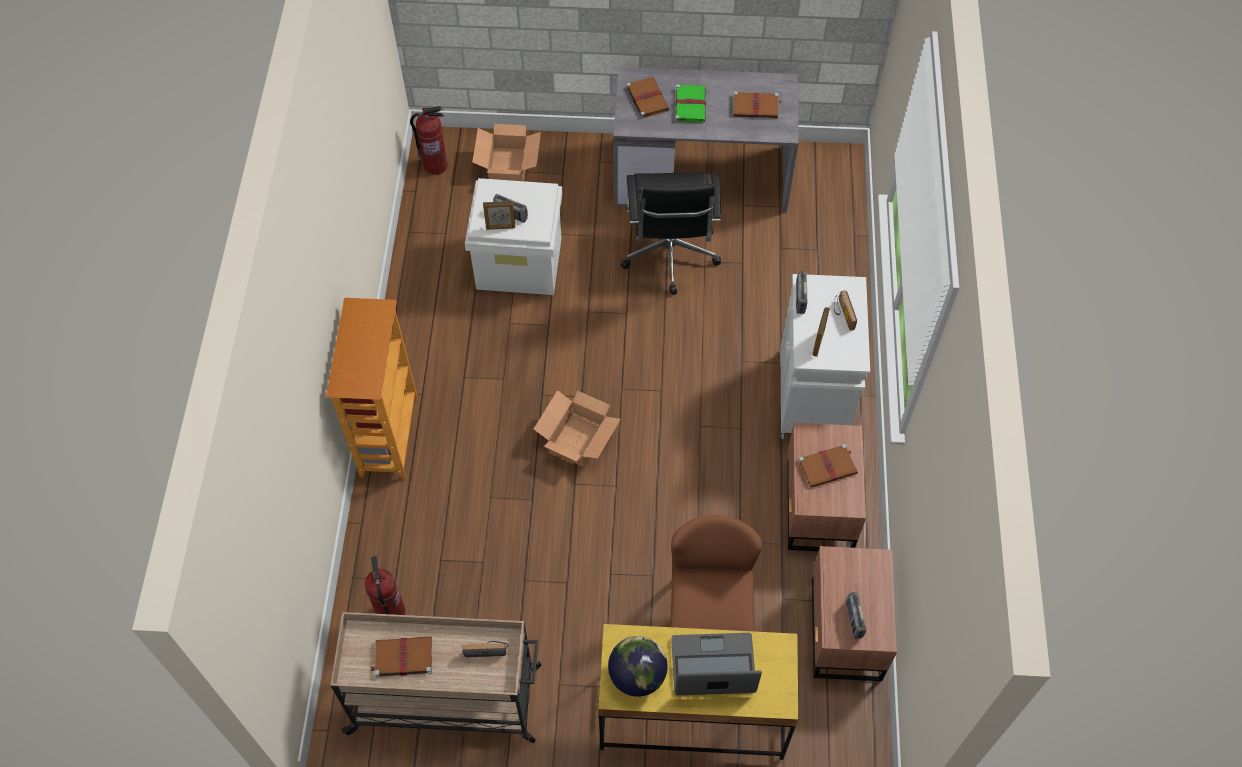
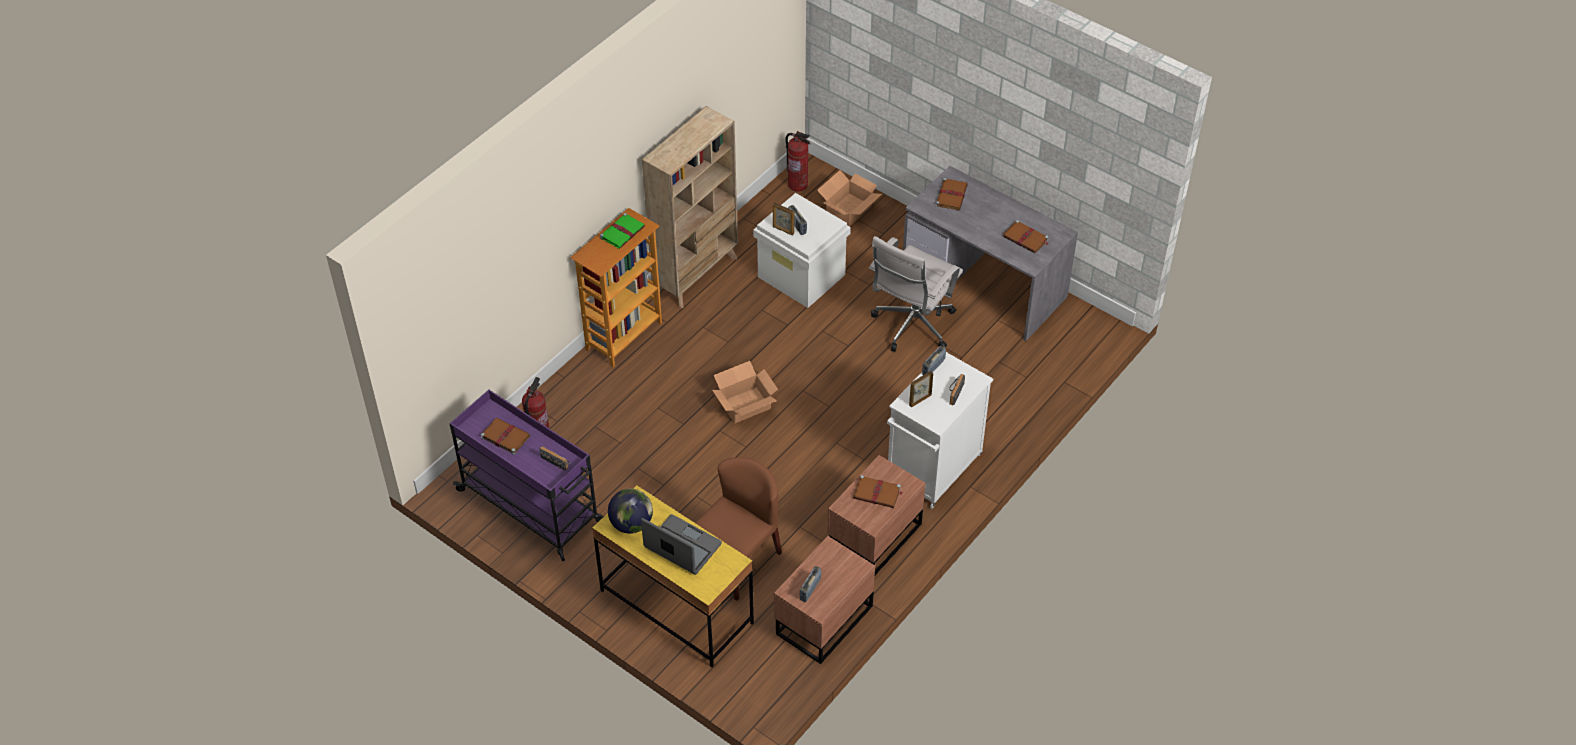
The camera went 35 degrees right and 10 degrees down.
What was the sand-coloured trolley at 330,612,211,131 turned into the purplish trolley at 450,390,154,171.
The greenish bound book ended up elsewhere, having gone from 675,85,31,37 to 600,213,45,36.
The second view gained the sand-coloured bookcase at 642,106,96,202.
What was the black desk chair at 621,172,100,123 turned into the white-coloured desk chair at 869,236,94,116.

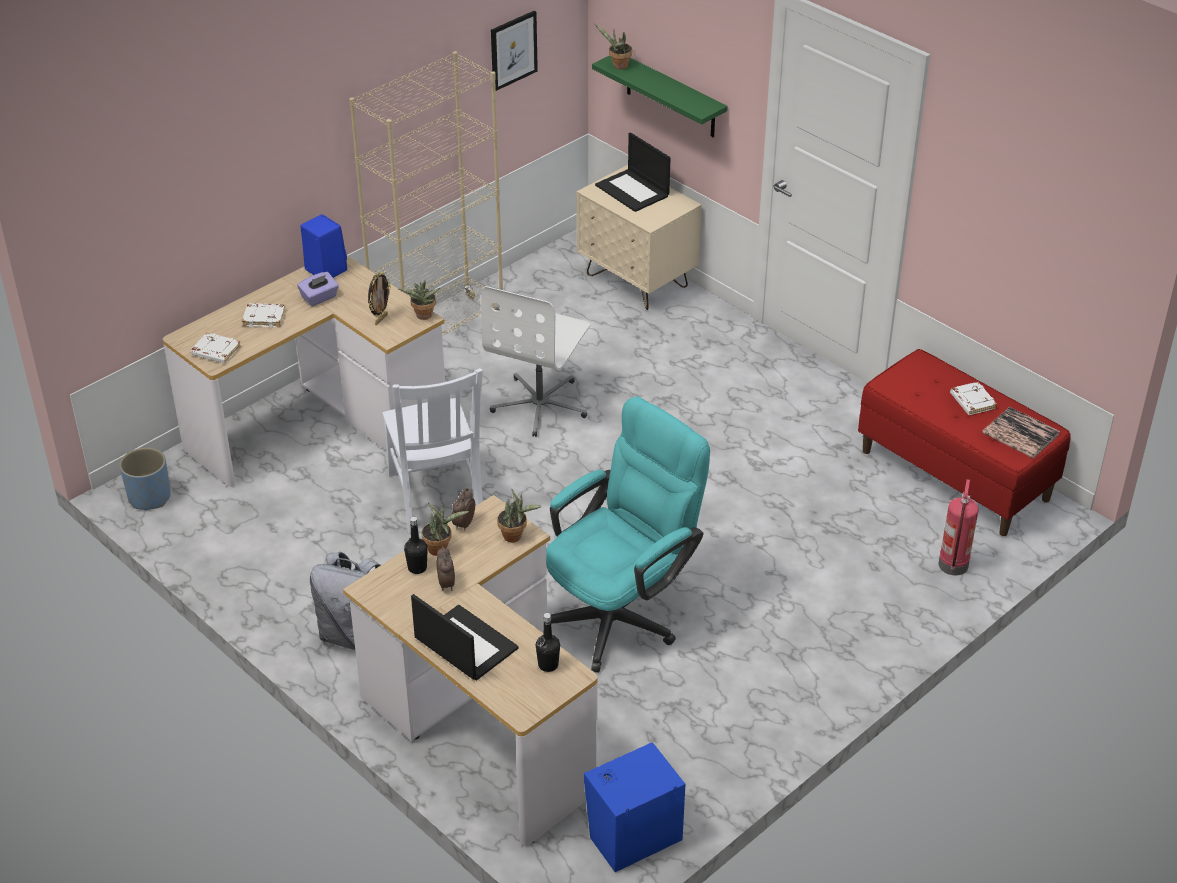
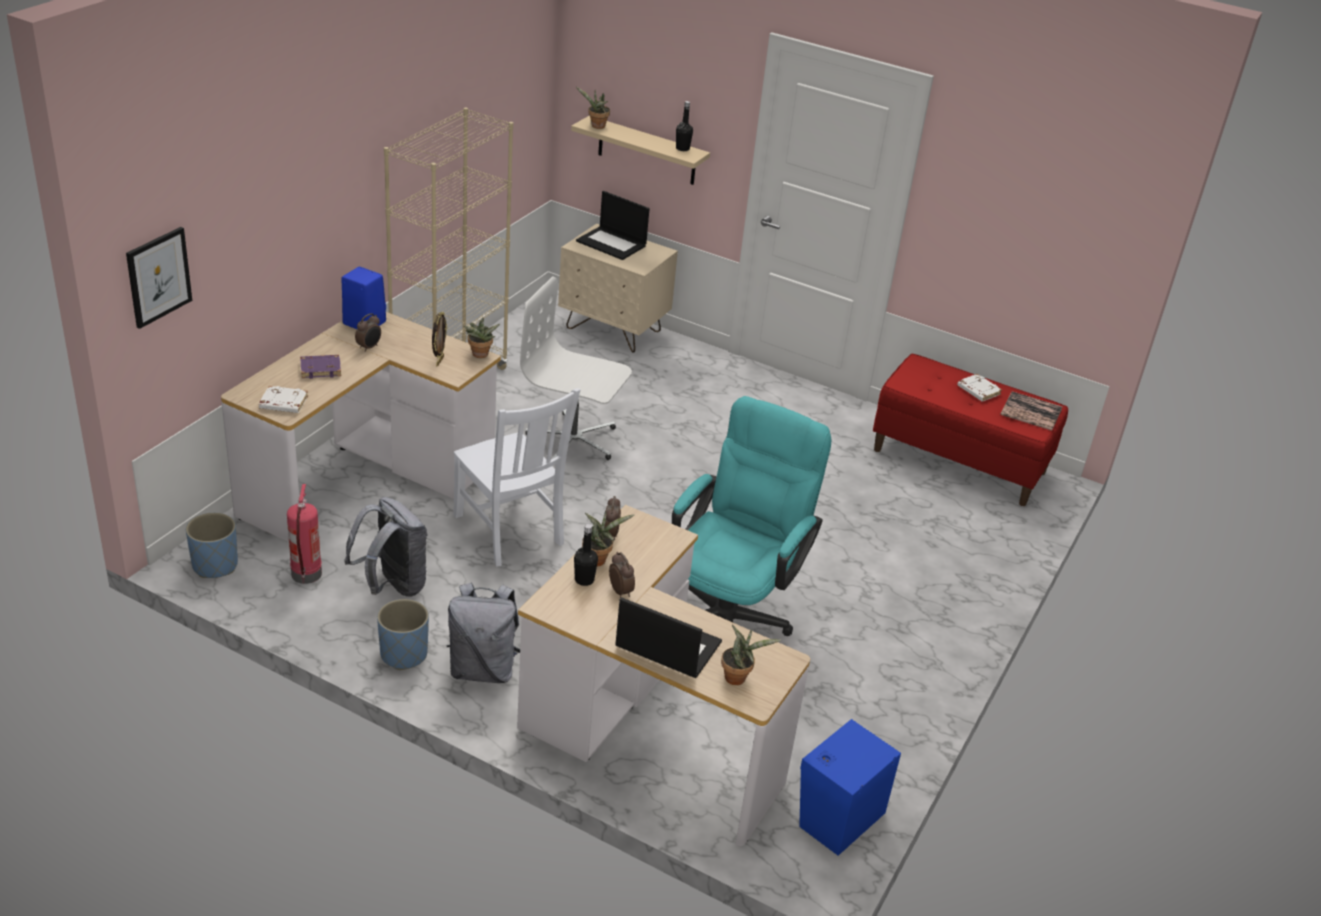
The camera went 20 degrees left and 5 degrees down.
The wall art ended up elsewhere, having gone from 491,11,47,80 to 126,227,66,102.
The fire extinguisher ended up elsewhere, having gone from 939,479,40,96 to 287,484,35,100.
What was the white-coloured bound book at 242,303,43,25 turned into the purplish bound book at 300,355,41,24.
The second view gained the grey backpack at 344,497,83,100.
Where the purplish tissue holder stood at 297,272,42,34, the alarm clock came to stand at 355,313,26,39.
The second view gained the blue flower pot at 377,599,52,71.
The white-coloured desk chair at 481,286,110,151 ended up facing another way, 105 degrees clockwise from before.
What was the greenish wall shelf at 592,55,136,82 turned into the sand-coloured wall shelf at 571,116,139,69.
The black bottle ended up elsewhere, having gone from 536,613,24,59 to 676,101,17,50.
The potted plant ended up elsewhere, having gone from 497,489,45,53 to 721,625,60,60.

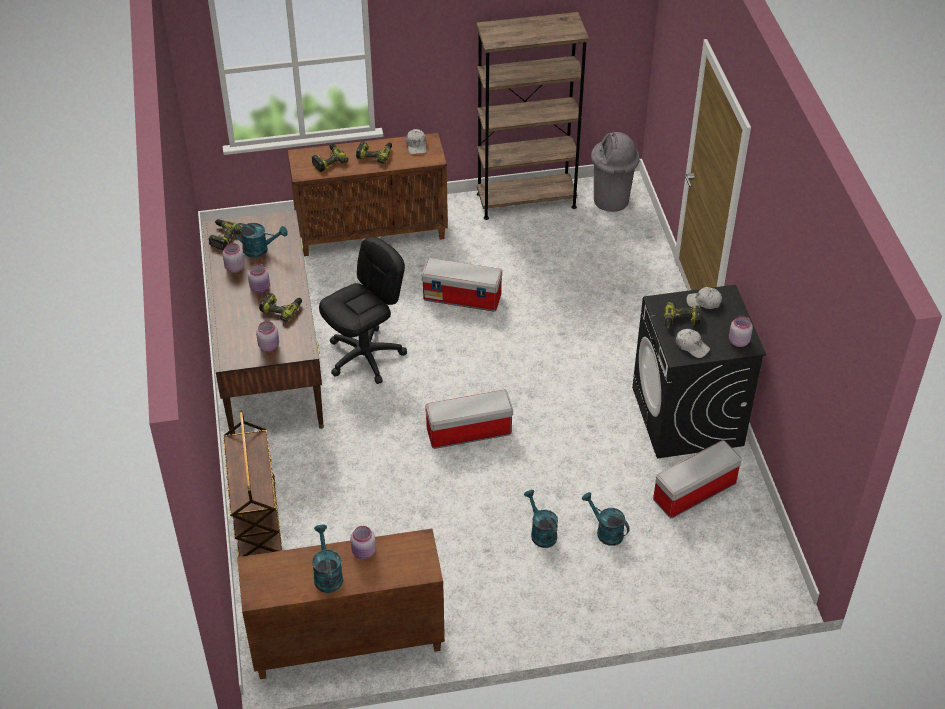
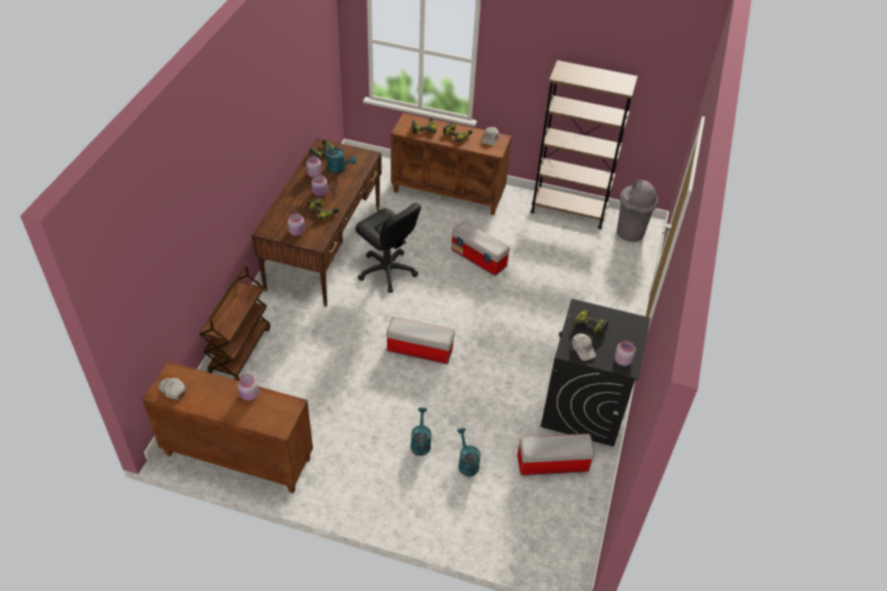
The camera went 25 degrees right and 0 degrees up.
The white-coloured cap ended up elsewhere, having gone from 686,287,36,22 to 159,378,27,22.
The black desk chair at 319,237,88,147 ended up facing another way, 60 degrees clockwise from before.
The second view lost the turquoise-coloured sprinkling can at 312,524,31,69.

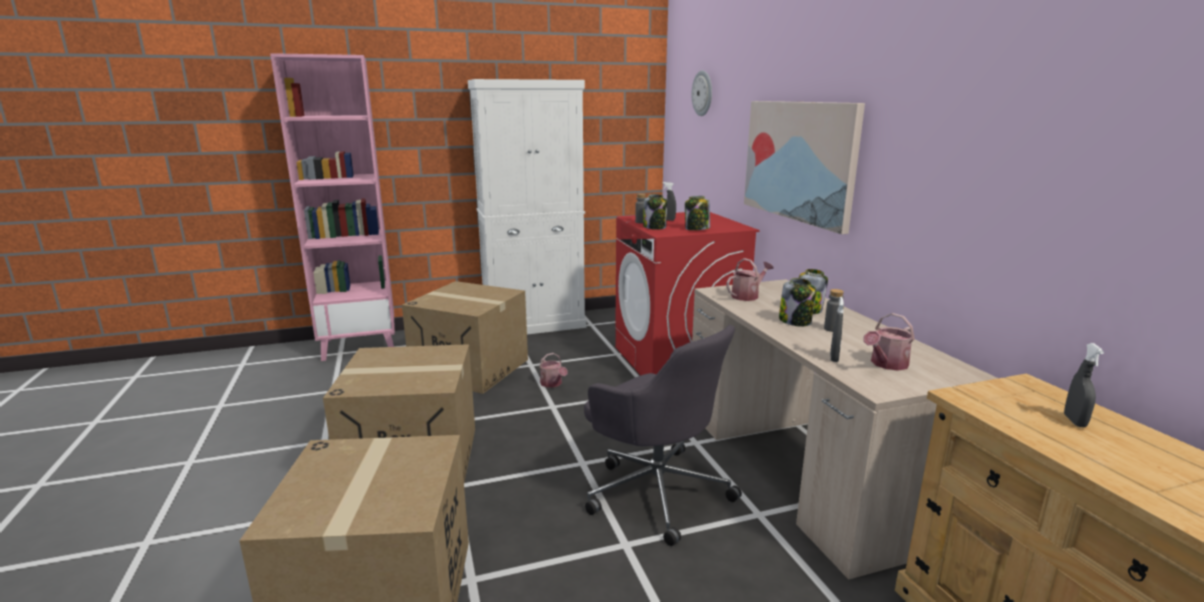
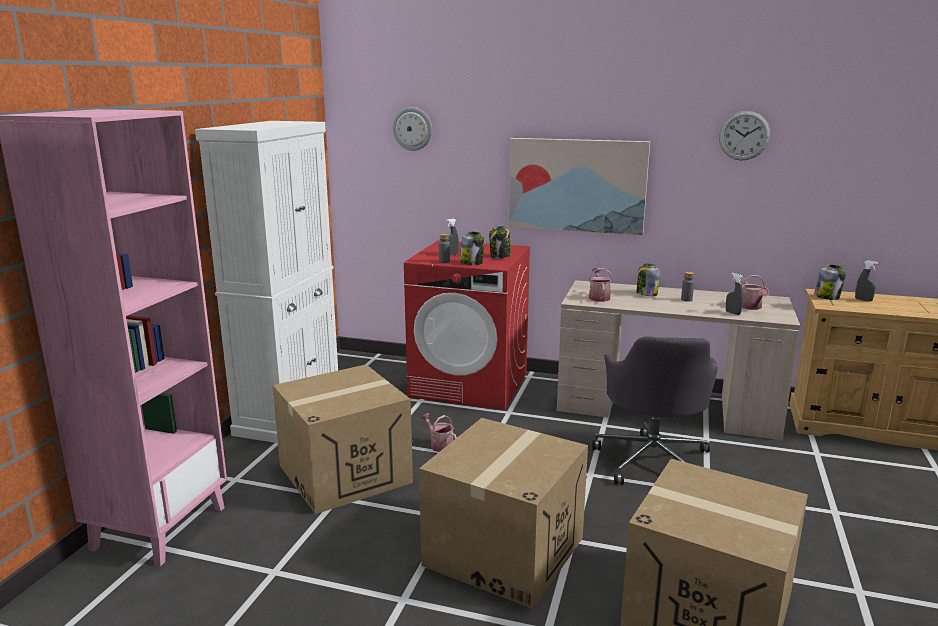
The camera went 55 degrees left and 0 degrees up.
The sprinkling can at 539,353,29,35 ended up facing another way, 135 degrees counterclockwise from before.
The grey desk chair at 584,325,158,221 ended up facing another way, 105 degrees clockwise from before.
The second view gained the wall clock at 719,111,51,49.
The jar ended up elsewhere, having gone from 779,278,37,48 to 814,265,32,35.

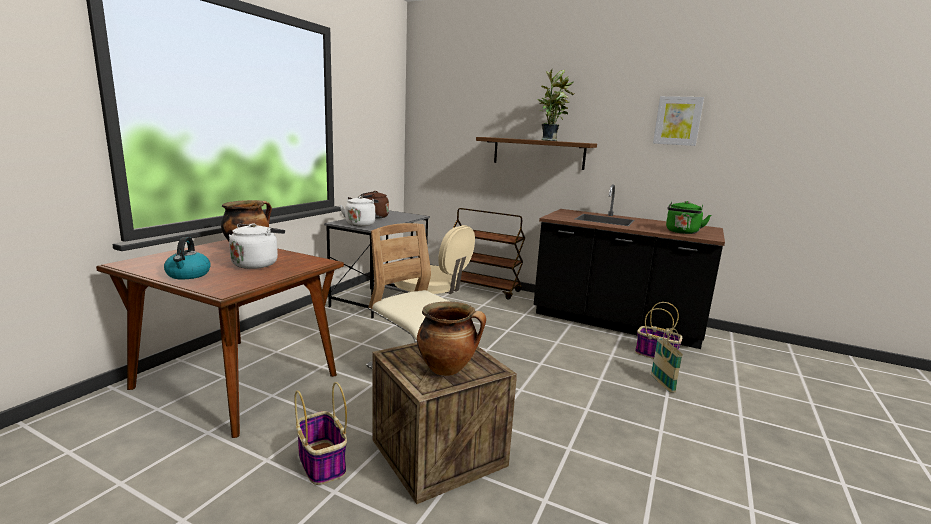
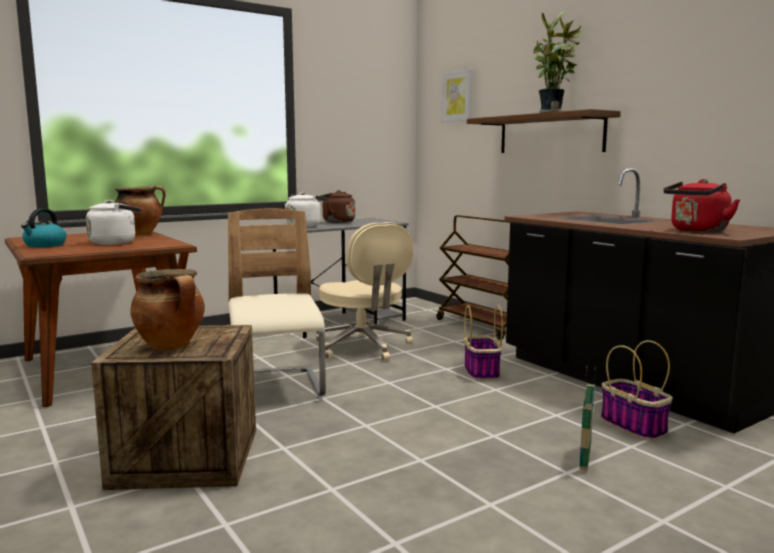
The camera went 30 degrees right and 5 degrees down.
The wall art ended up elsewhere, having gone from 653,96,51,50 to 442,69,31,53.
The storage basket ended up elsewhere, having gone from 294,382,53,103 to 464,305,39,75.
What was the greenish tea kettle at 666,201,45,33 turned into the red tea kettle at 663,179,77,53.

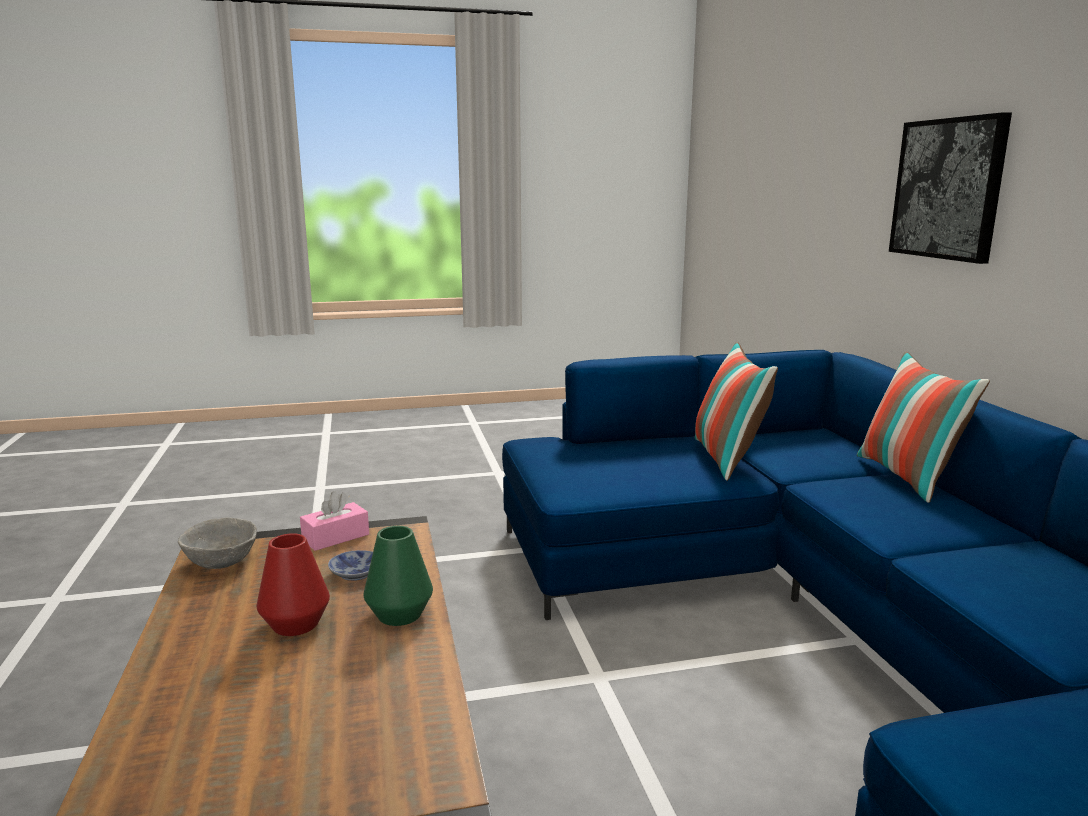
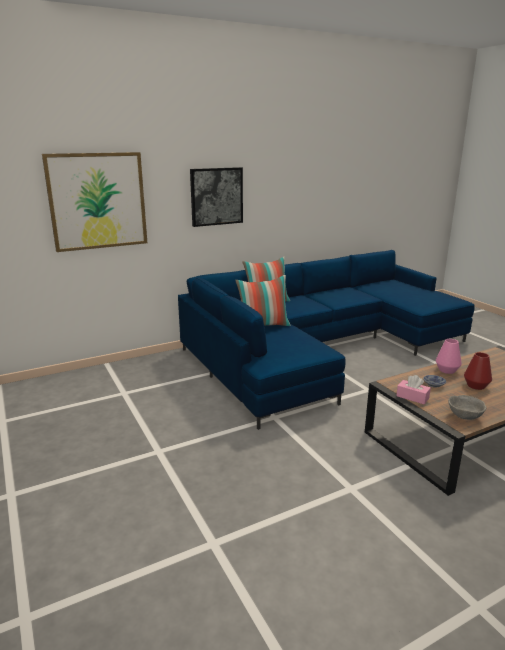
The camera went 105 degrees left and 5 degrees up.
The second view gained the wall art at 42,152,105,100.
What was the greenish flower vase at 364,526,69,100 turned into the pink flower vase at 436,339,26,35.

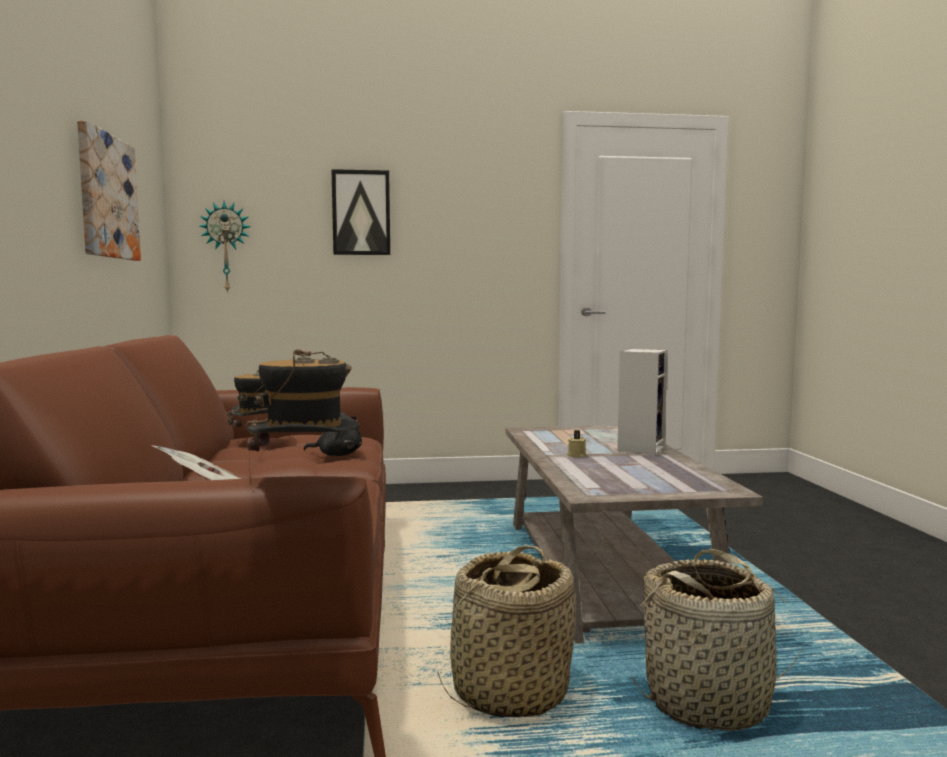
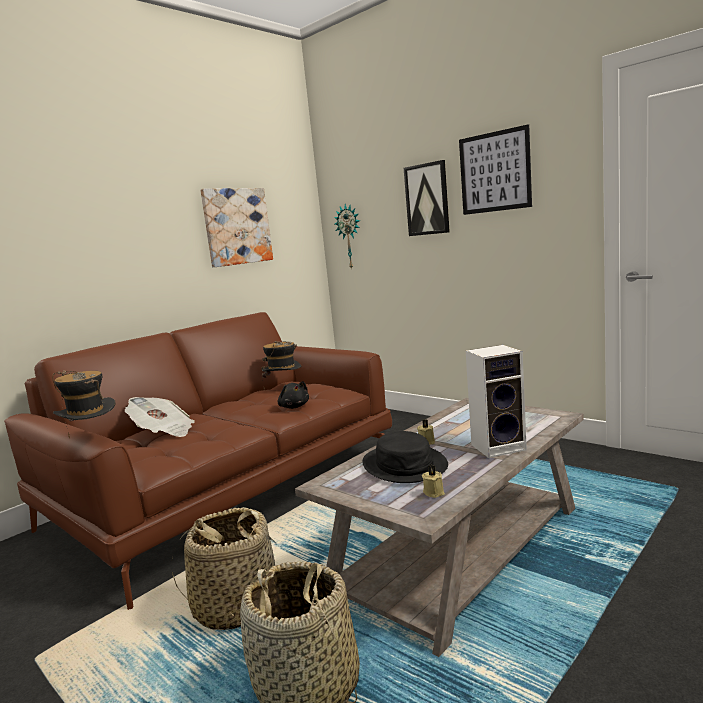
The camera went 50 degrees right and 5 degrees up.
The second view gained the black clothing hat at 362,431,86,52.
The second view gained the sand-coloured wax light at 422,465,23,33.
The second view gained the wall art at 459,124,73,91.

